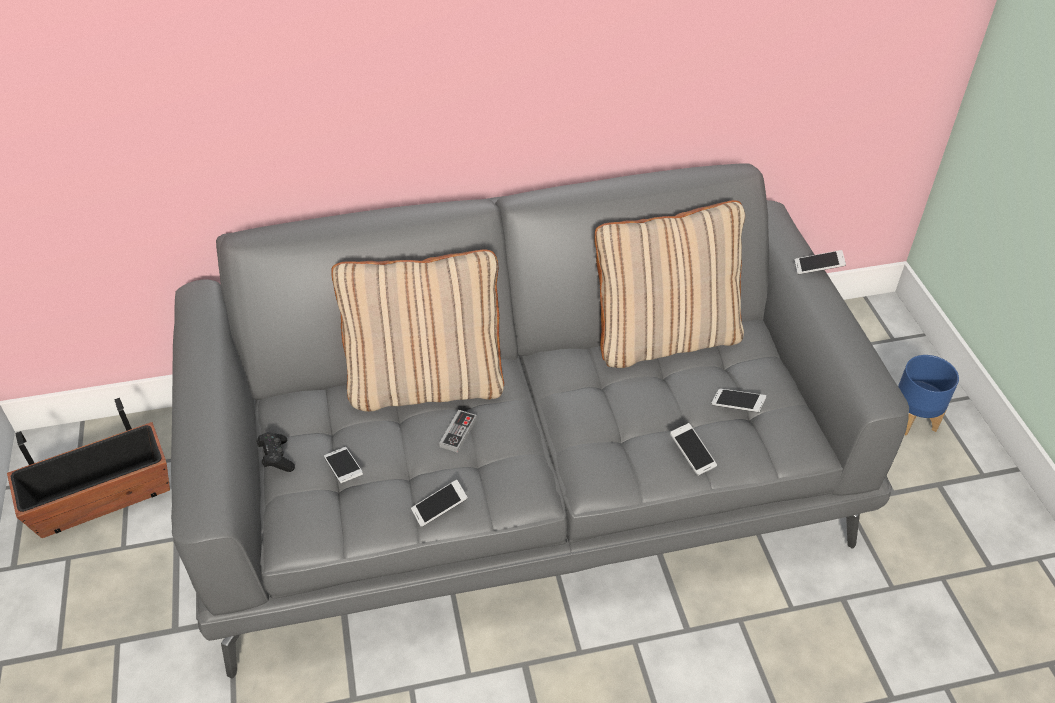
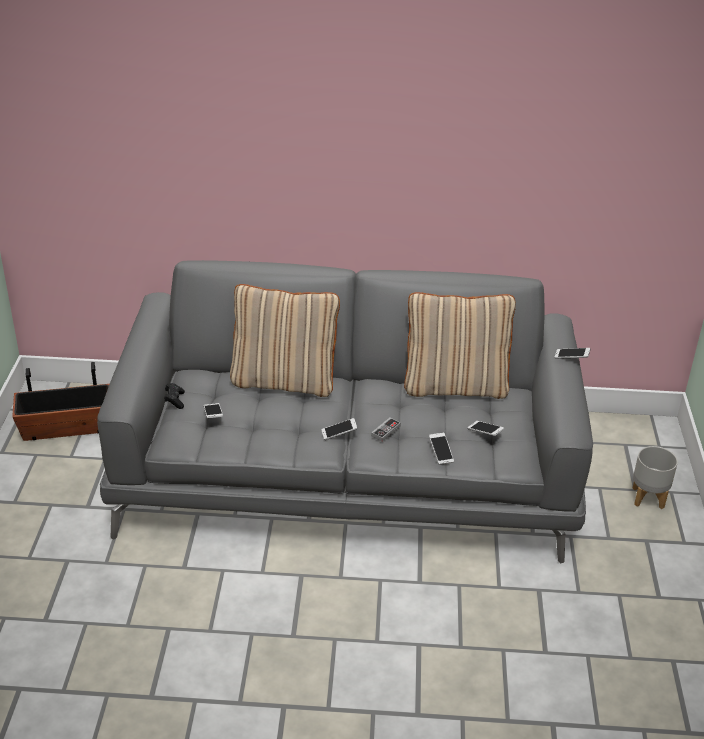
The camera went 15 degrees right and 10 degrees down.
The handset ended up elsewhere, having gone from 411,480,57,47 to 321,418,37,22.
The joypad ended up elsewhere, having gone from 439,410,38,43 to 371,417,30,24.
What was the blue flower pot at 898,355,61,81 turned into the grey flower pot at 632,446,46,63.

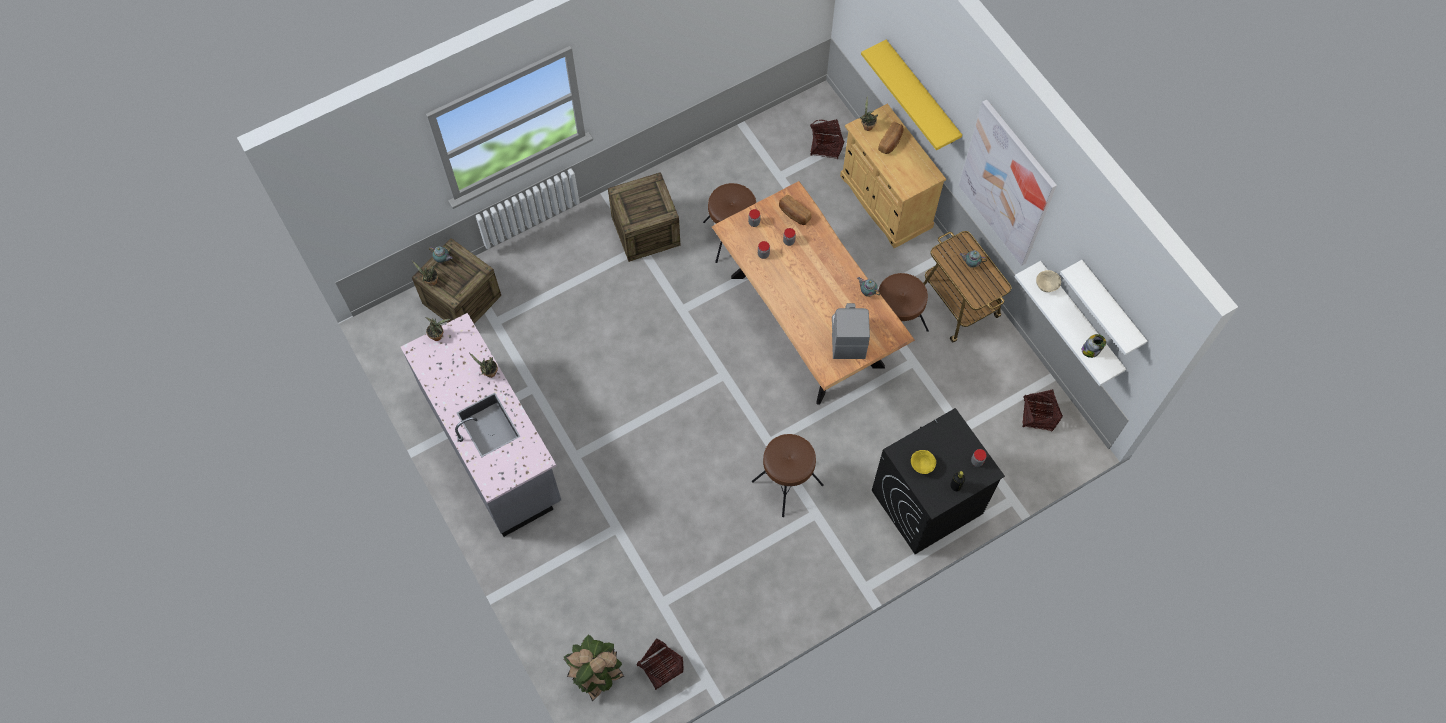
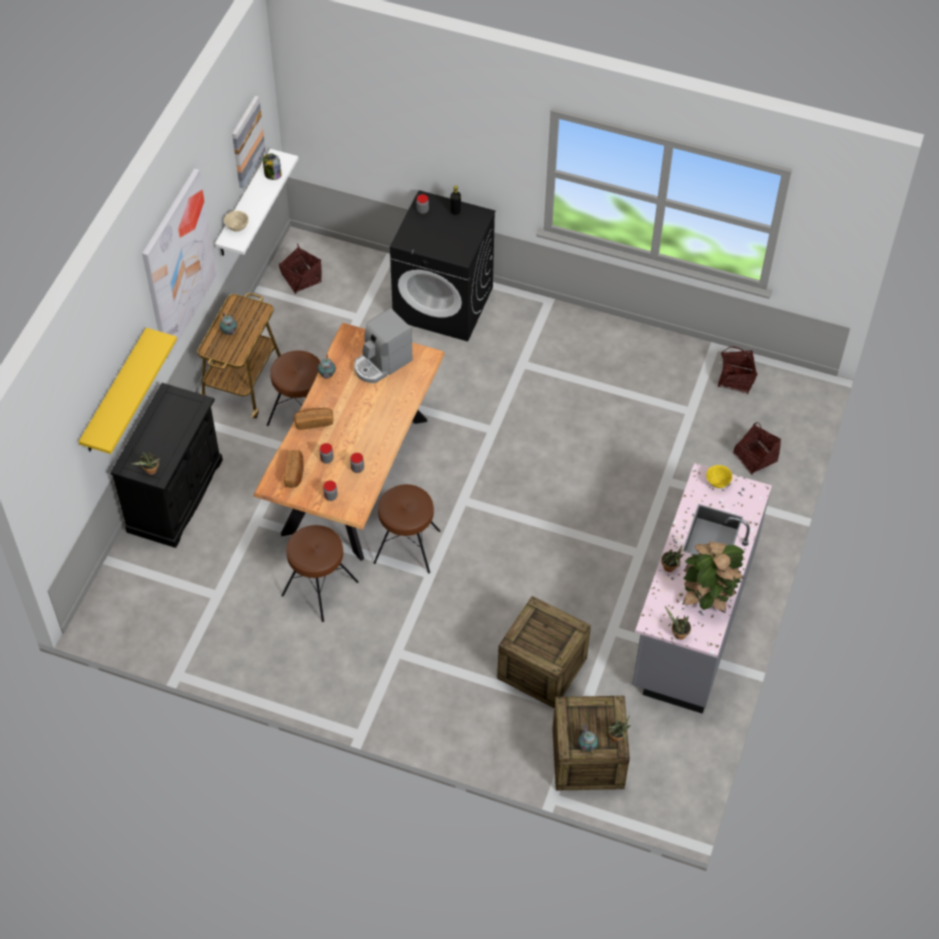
The camera went 130 degrees left and 10 degrees down.
What was the sand-coloured cabinet at 840,104,106,144 turned into the black cabinet at 110,383,113,165.
Where the white-coloured wall shelf hung at 1060,260,87,95, the wall art came to hang at 232,96,34,93.
The bread ended up elsewhere, having gone from 878,122,26,32 to 294,408,39,22.
The brownish stool ended up elsewhere, having gone from 752,434,72,83 to 374,484,66,89.
The packing crate ended up elsewhere, having gone from 608,172,73,90 to 497,596,94,112.
The potted plant ended up elsewhere, having gone from 564,635,60,66 to 682,541,63,72.
The yellow deep dish ended up elsewhere, having gone from 911,450,25,24 to 706,465,26,23.
The storage basket ended up elsewhere, having gone from 810,119,35,40 to 733,422,48,53.

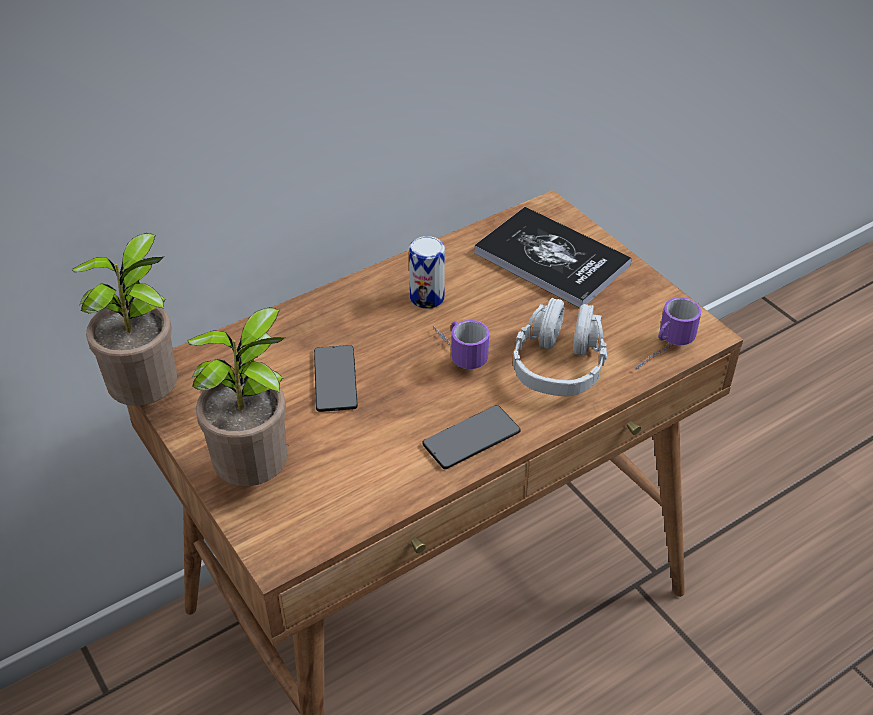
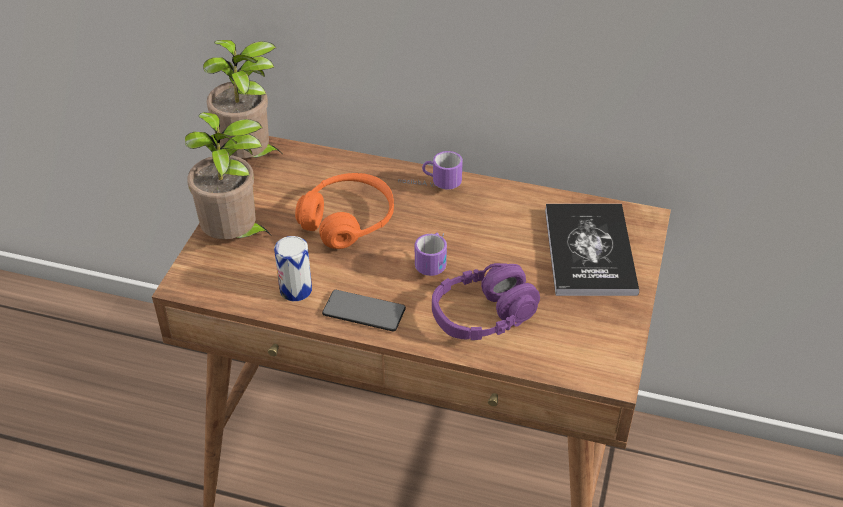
The camera went 50 degrees right and 0 degrees up.
The metal can ended up elsewhere, having gone from 409,236,36,73 to 274,236,38,65.
Where the handset stood at 314,345,44,67, the orangey headphones came to stand at 295,173,99,76.
The mug ended up elsewhere, having gone from 636,297,65,73 to 398,151,65,39.
What was the grey headphones at 513,298,94,98 turned into the purplish headphones at 432,263,108,77.

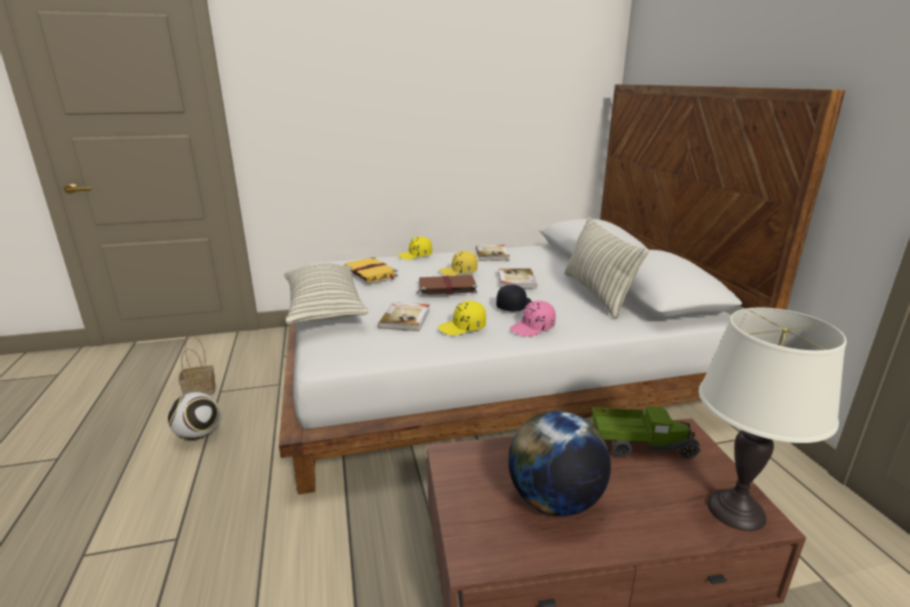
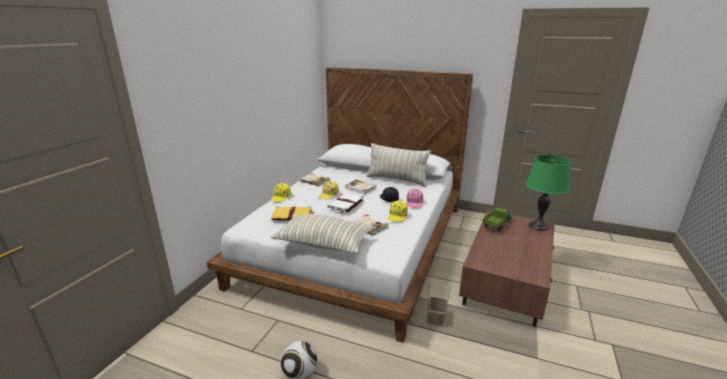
The camera went 55 degrees left and 0 degrees up.
What was the brownish bound book at 417,275,60,21 turned into the white-coloured bound book at 327,193,37,20.
The storage basket ended up elsewhere, having gone from 179,336,37,60 to 427,282,23,44.
What was the white-coloured table lamp at 699,308,147,223 turned into the greenish table lamp at 526,155,45,76.
The second view lost the globe at 508,411,103,105.

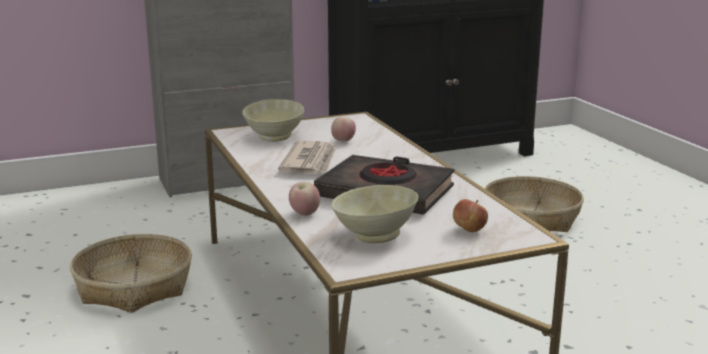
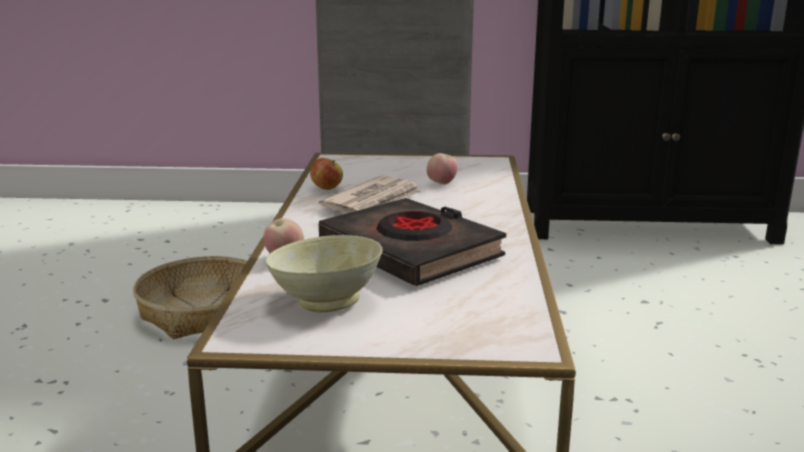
The camera went 25 degrees right and 0 degrees up.
The whole apple ended up elsewhere, having gone from 453,199,35,33 to 310,158,33,32.
The second view lost the sand-coloured deep dish at 242,99,62,43.
The second view lost the storage basket at 485,176,99,56.

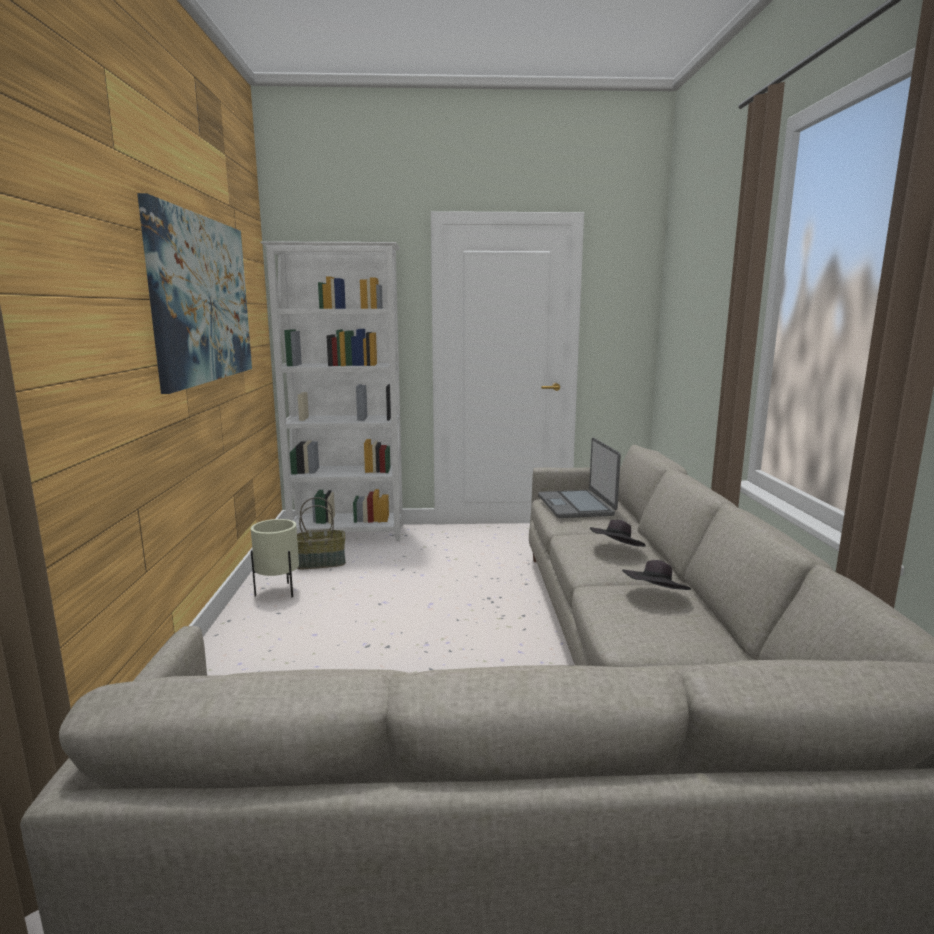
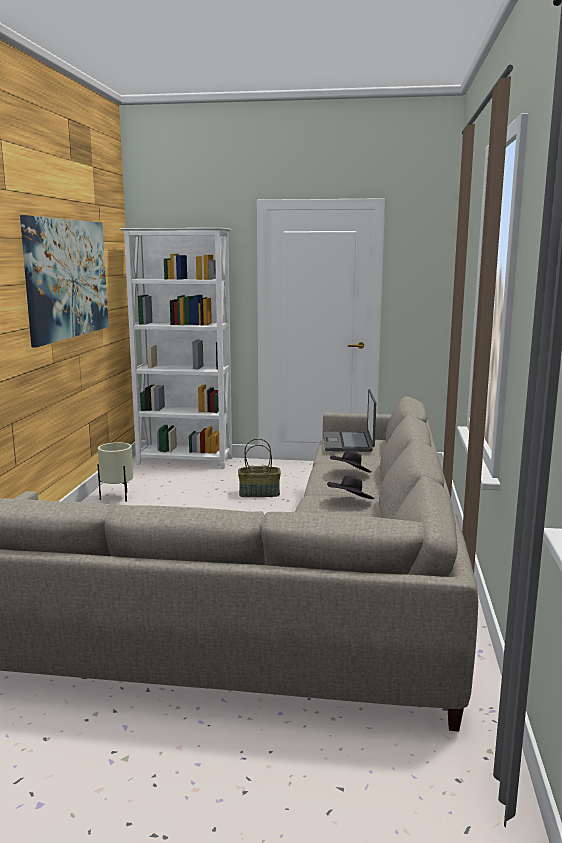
The camera went 10 degrees right and 0 degrees up.
The storage basket ended up elsewhere, having gone from 297,497,49,72 to 238,438,43,59.

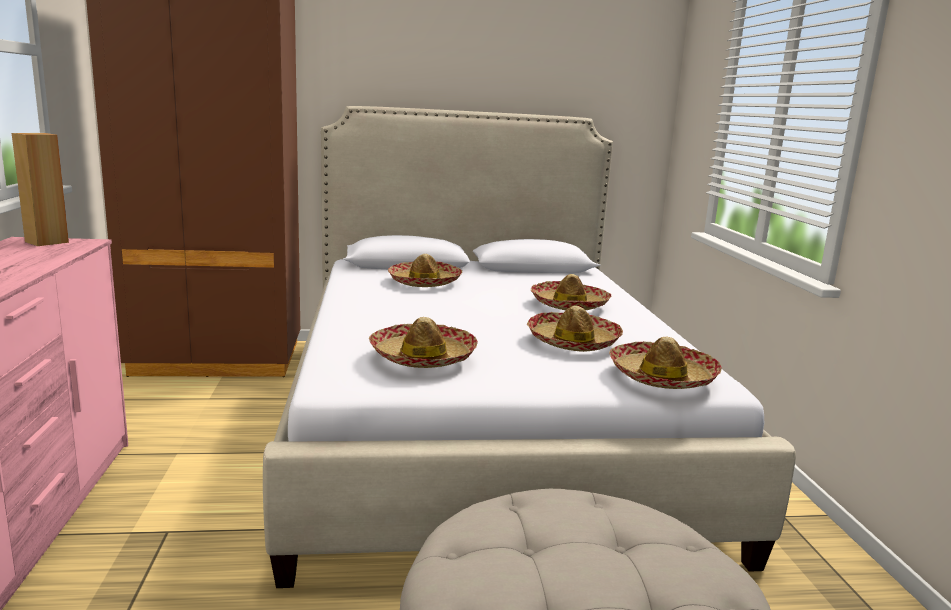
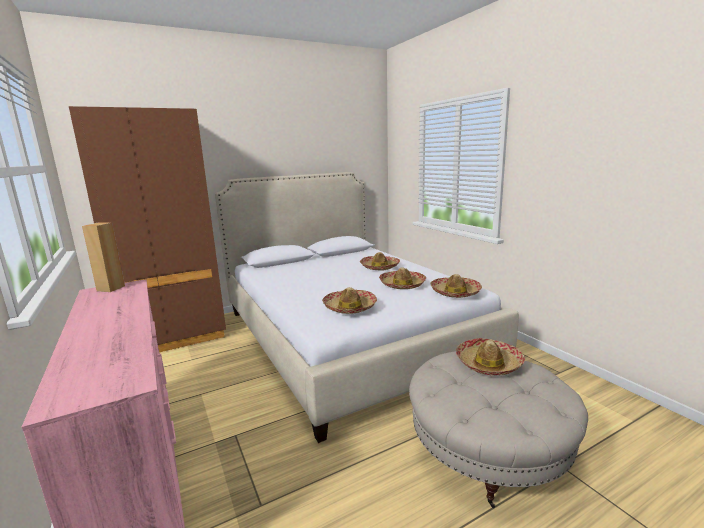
The camera went 20 degrees left and 0 degrees up.
The clothing hat ended up elsewhere, having gone from 388,254,74,33 to 456,338,69,37.

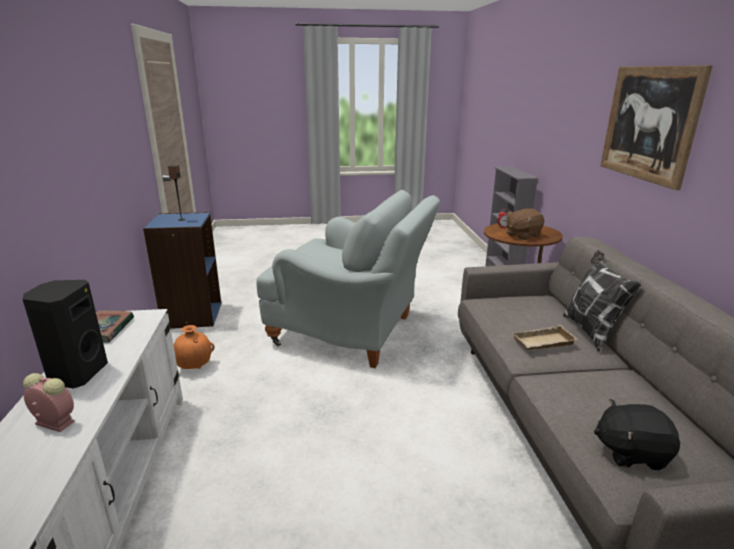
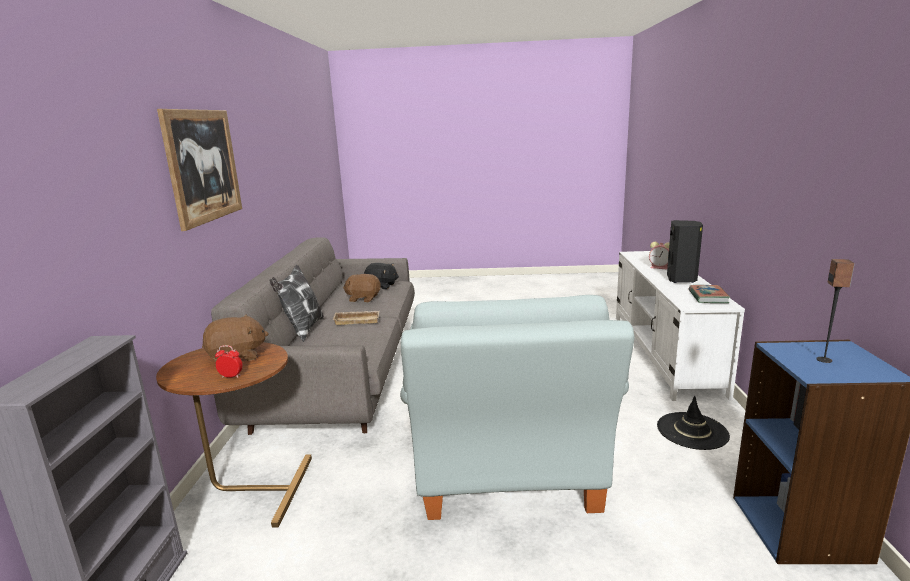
The camera went 170 degrees left and 5 degrees down.
The second view gained the brownish soft toy at 343,274,38,29.
The grey lounge chair at 256,190,184,178 ended up facing another way, 120 degrees counterclockwise from before.
Where the orangey flower vase stood at 174,325,41,44, the black clothing hat came to stand at 657,396,73,54.

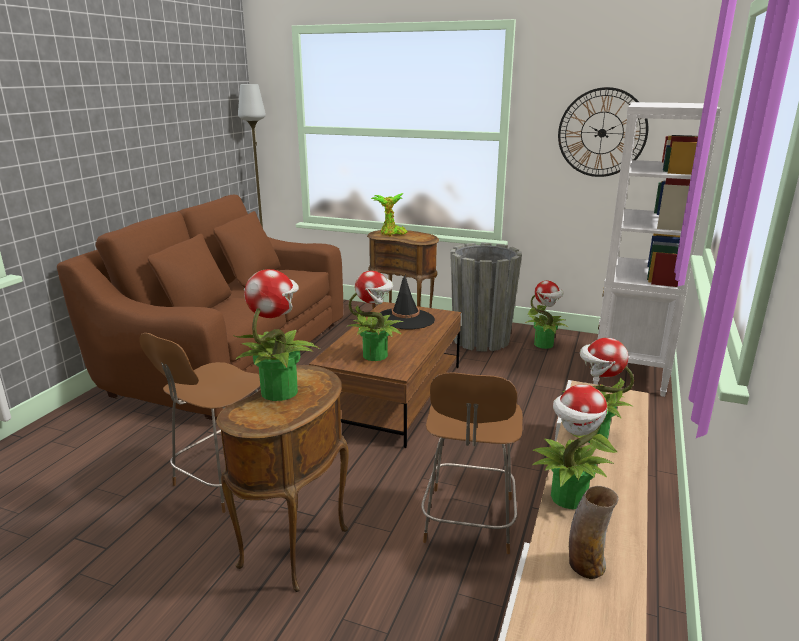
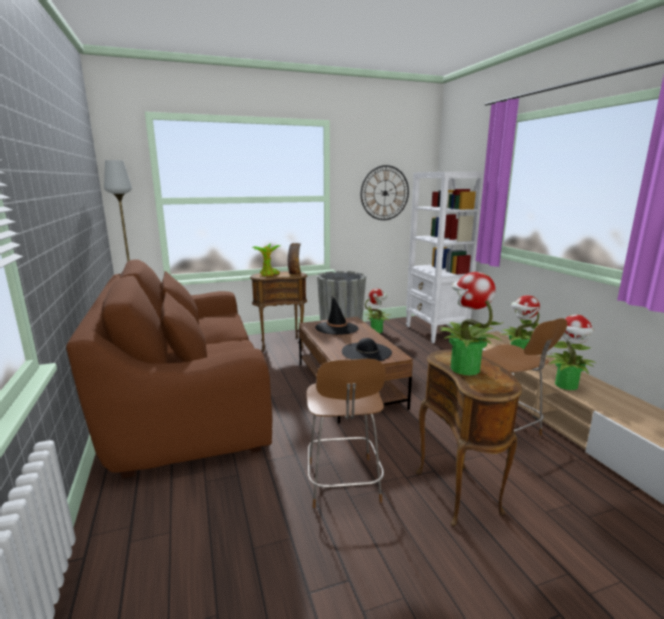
The camera went 40 degrees left and 5 degrees down.
The flower vase ended up elsewhere, having gone from 569,486,50,93 to 288,243,13,32.
Where the potted plant stood at 348,271,55,90, the black clothing hat came to stand at 342,338,50,23.

